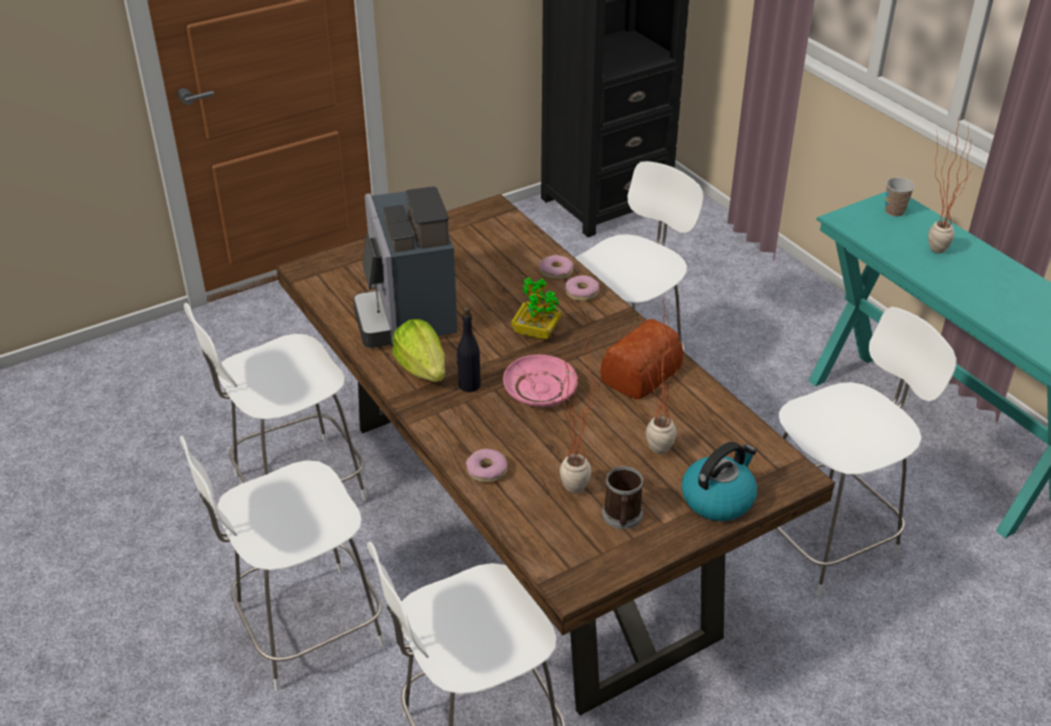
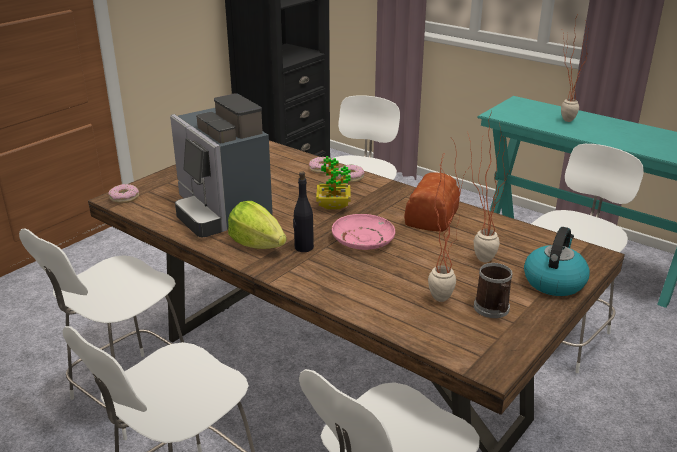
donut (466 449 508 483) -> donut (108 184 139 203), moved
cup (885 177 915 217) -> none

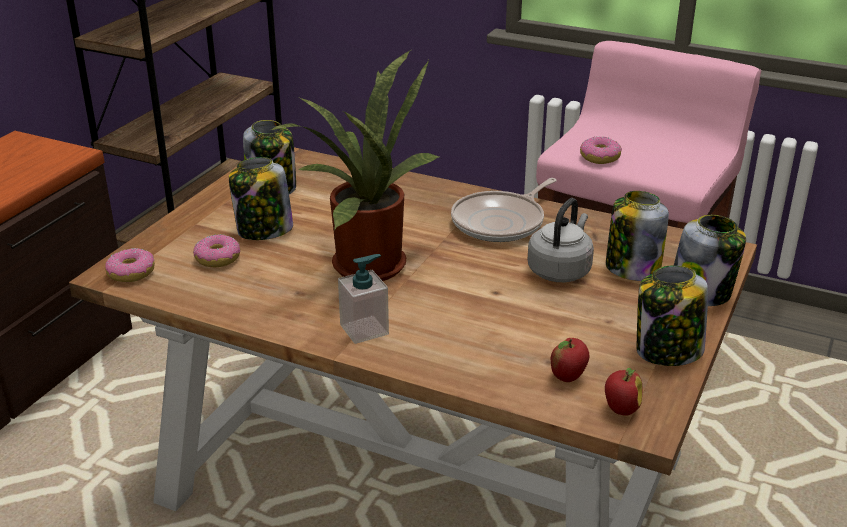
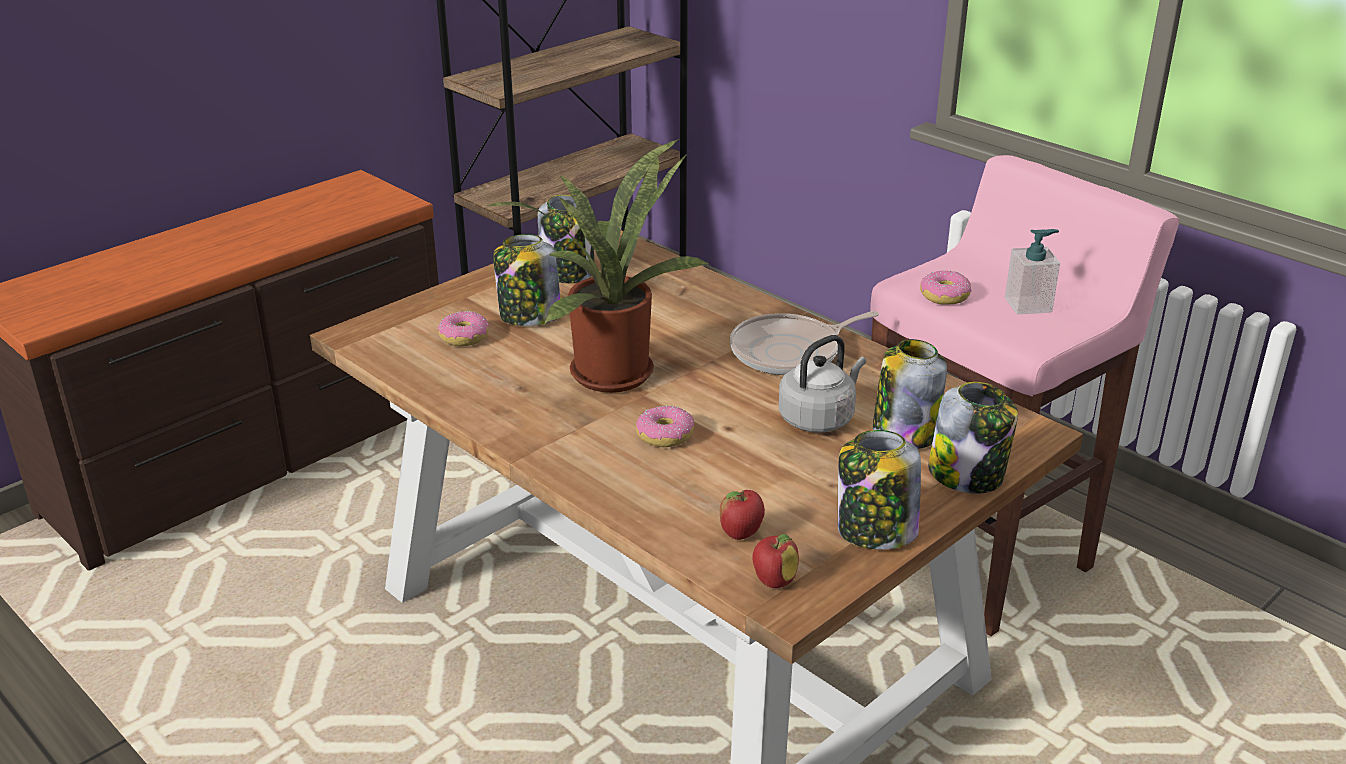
donut (105 248 155 282) -> donut (636 406 694 447), moved
soap dispenser (338 254 389 344) -> soap dispenser (1005 229 1060 314), moved

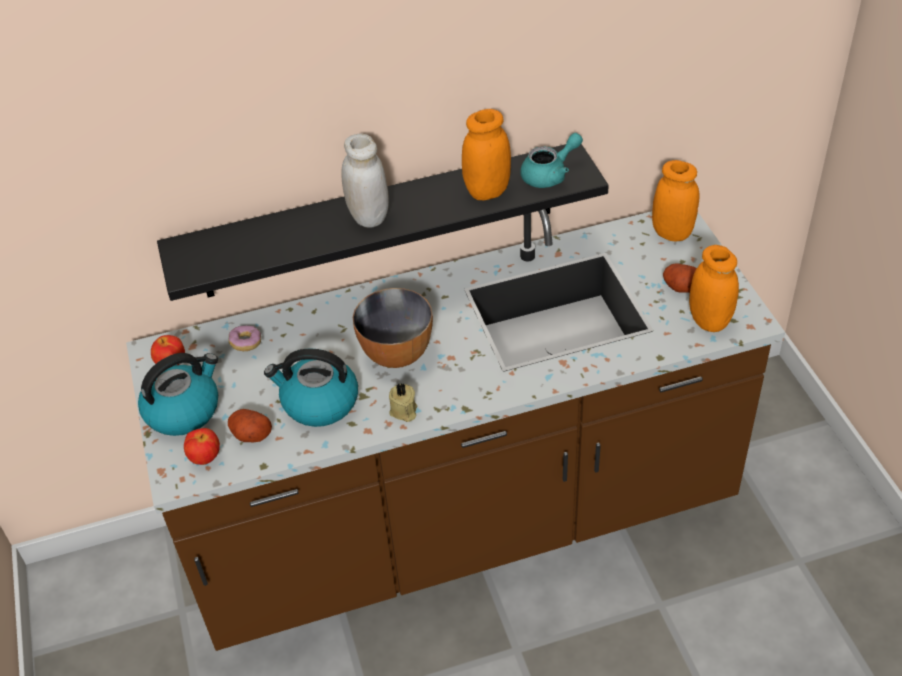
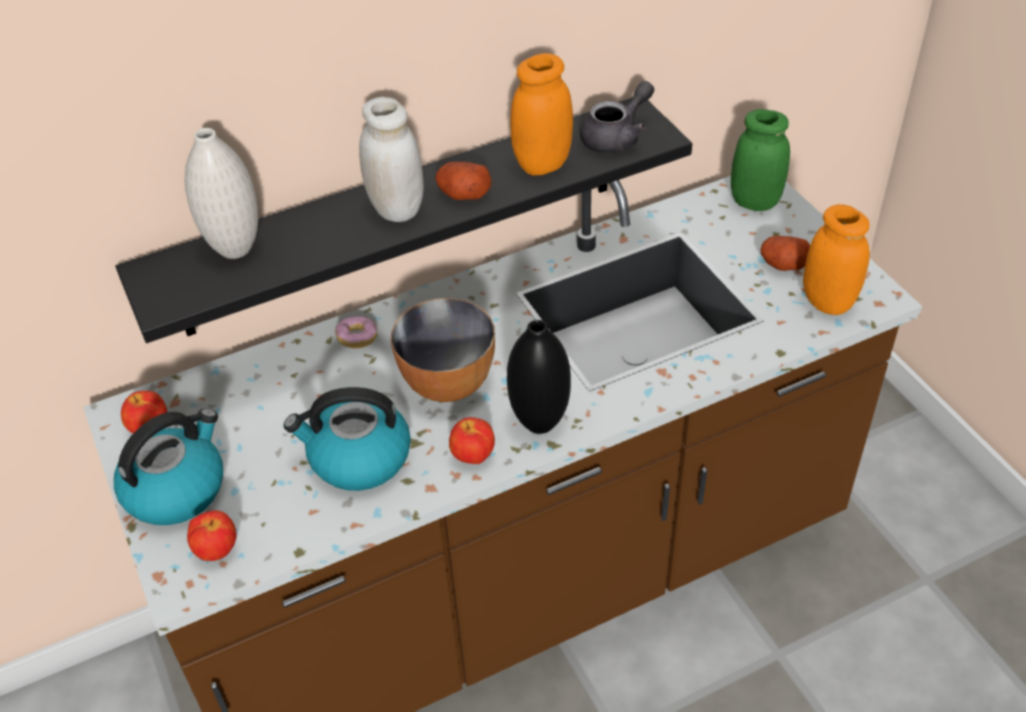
potato (228 409 272 443) -> potato (435 162 491 200), moved
donut (229 326 261 351) -> donut (335 316 377 349), moved
candle in beige (389 383 417 422) -> apple (449 417 495 464)
teapot in turquoise (520 133 583 188) -> teapot in grey (580 81 654 154)
jar in orange (652 160 700 242) -> jar in green (731 109 790 211)
none -> vase in white (185 128 258 259)
none -> vase in black (507 320 571 434)

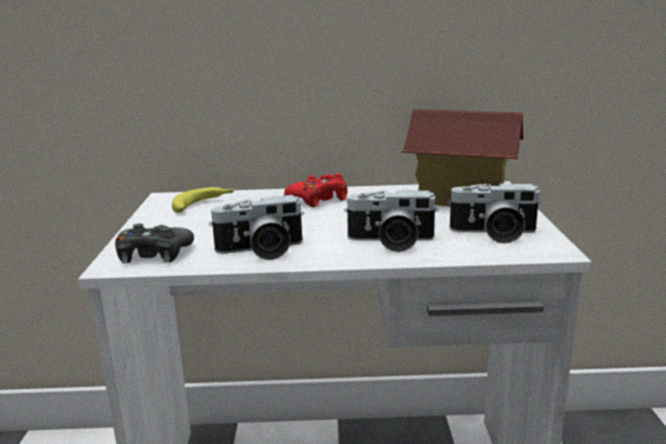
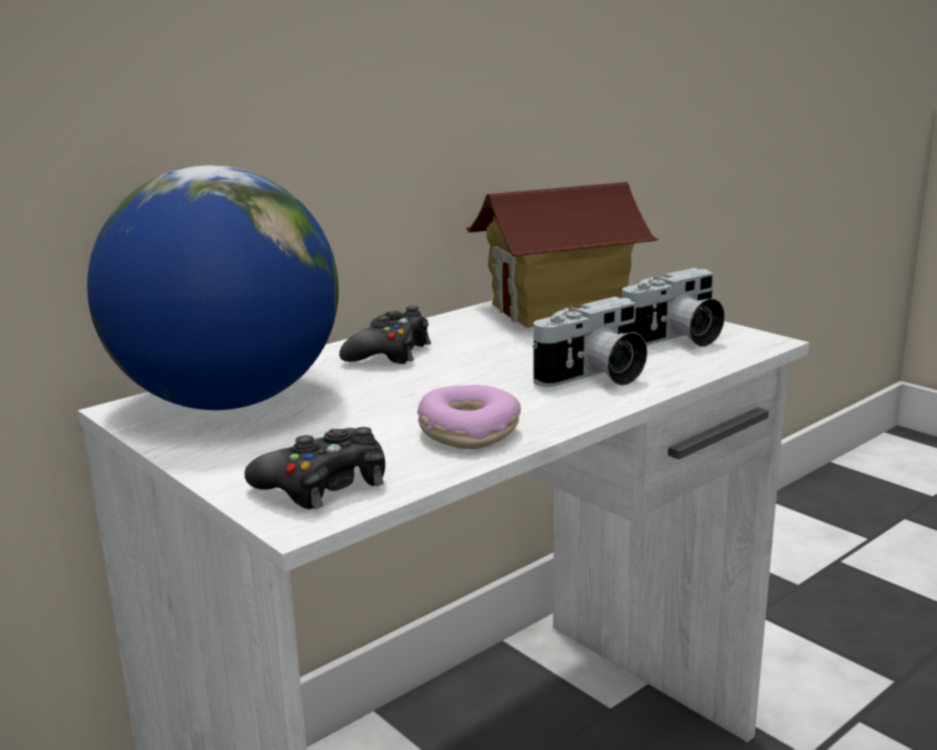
banana (172 187 235 213) -> globe (87 165 339 410)
photo camera (209 195 304 260) -> donut (417 385 521 449)
game controller in red (284 173 348 207) -> game controller in black (339 306 431 364)

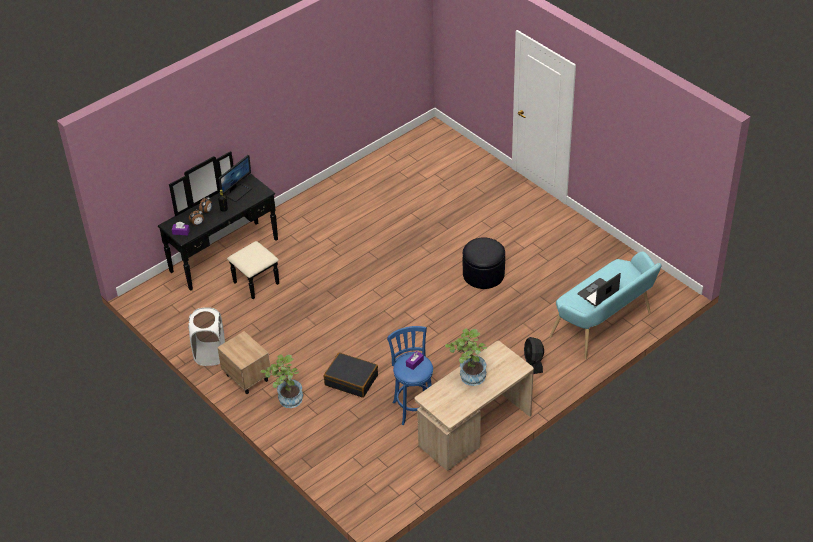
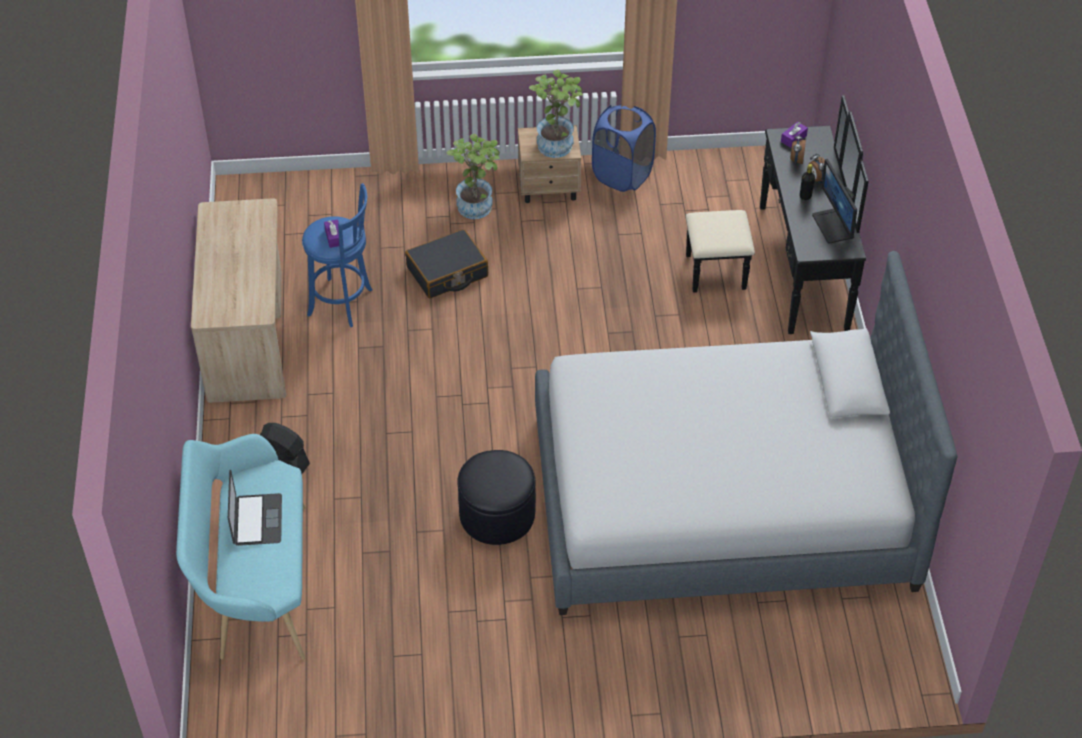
laundry basket in white (188 307 225 366) -> laundry basket in blue (592 105 656 192)
potted plant (445 328 487 386) -> potted plant (529 70 583 158), moved
none -> bed (535 251 957 615)

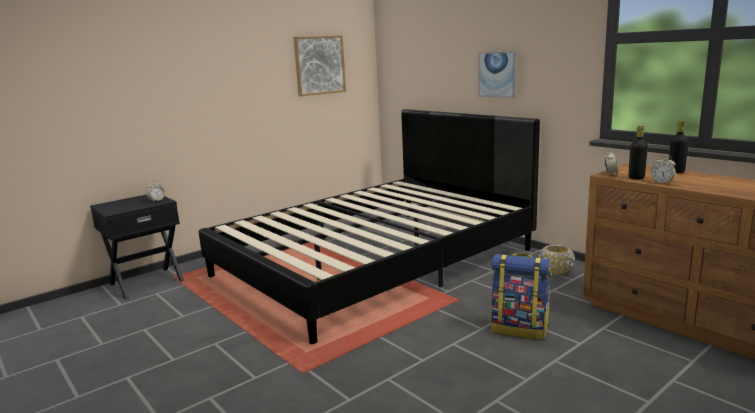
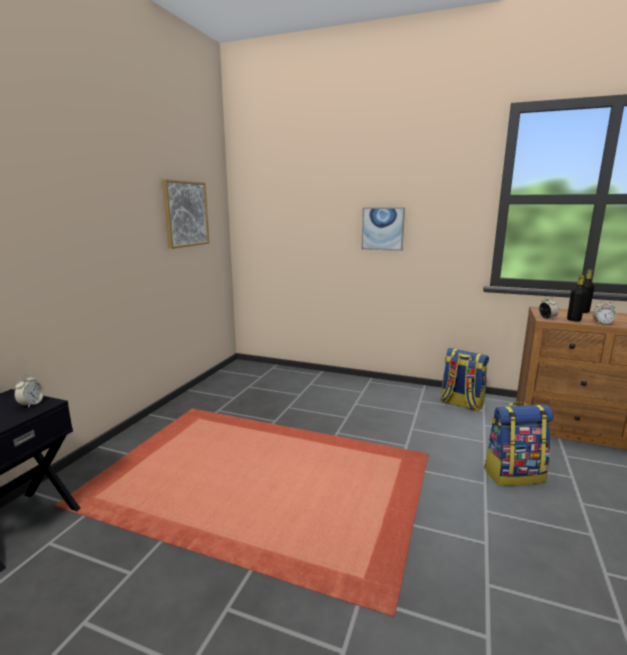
bed in black (199 109 540 344) -> none
planter in yellow (538 245 575 274) -> backpack (440 348 489 411)

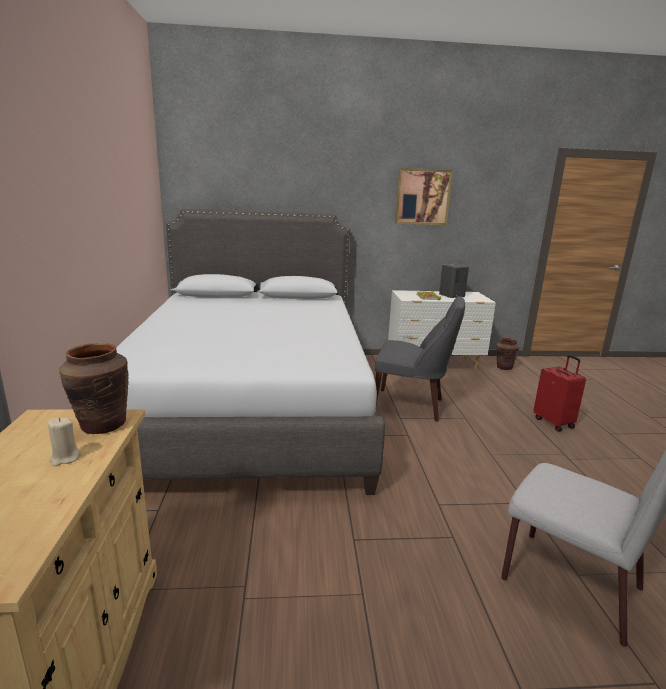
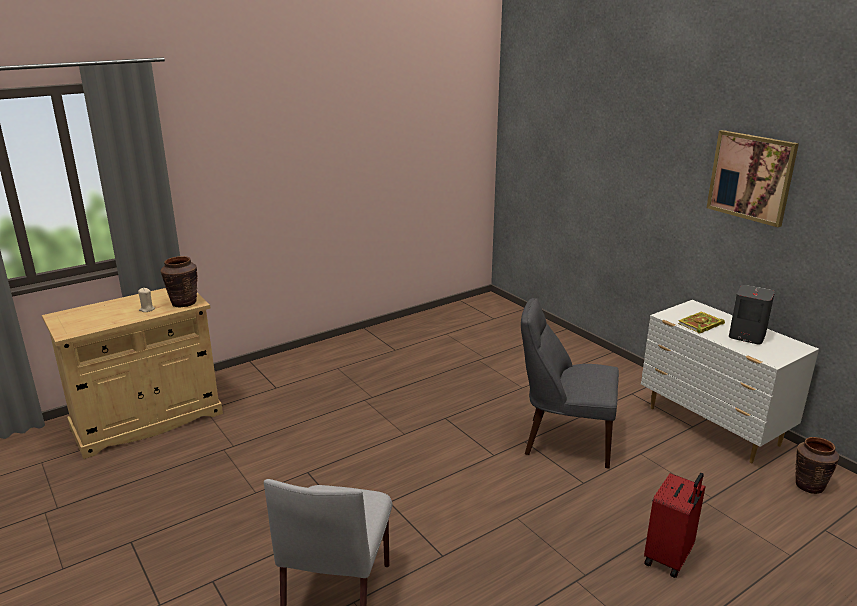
bed in grey (116 209 385 495) -> none
chair in grey (375 296 465 421) -> chair in grey (521 298 619 469), 120 degrees clockwise

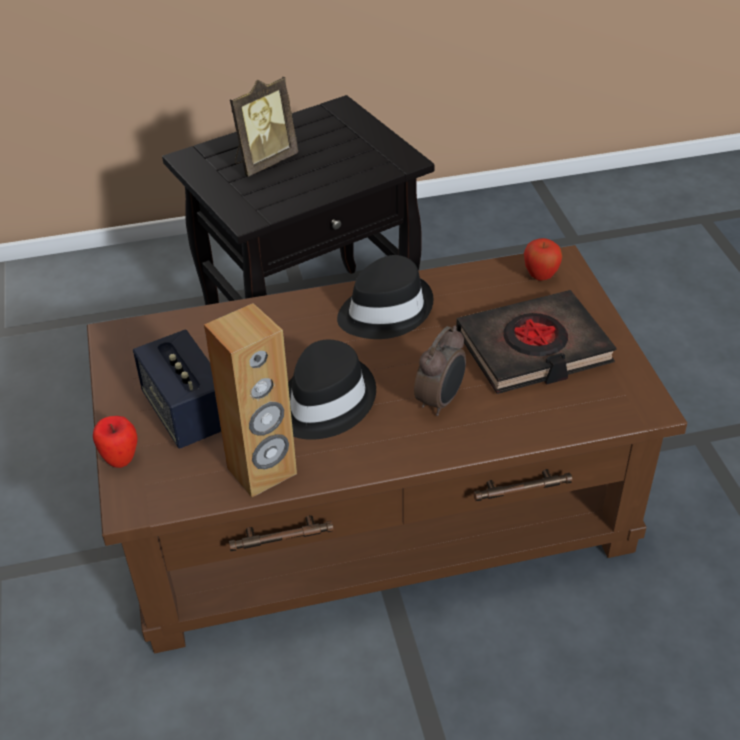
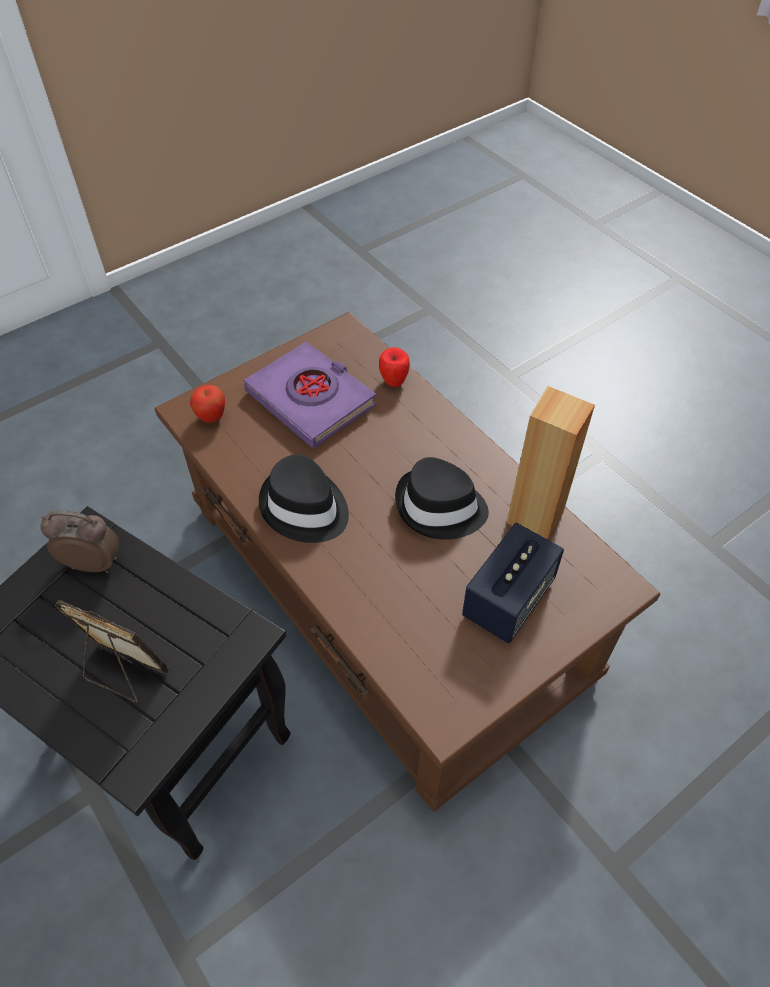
apple (93 416 138 468) -> apple (379 347 410 387), moved
alarm clock (414 326 466 416) -> alarm clock (40 511 119 573), moved
book in black (456 290 617 394) -> book in purple (244 342 376 448)

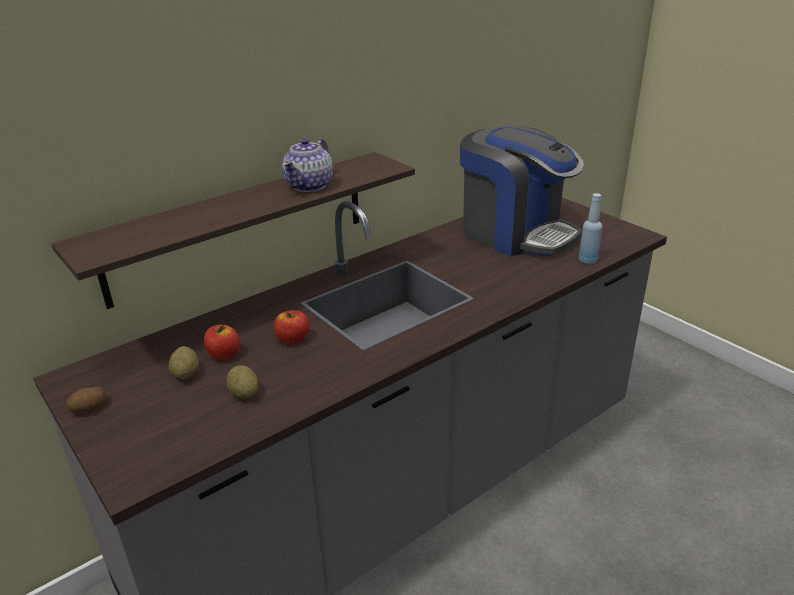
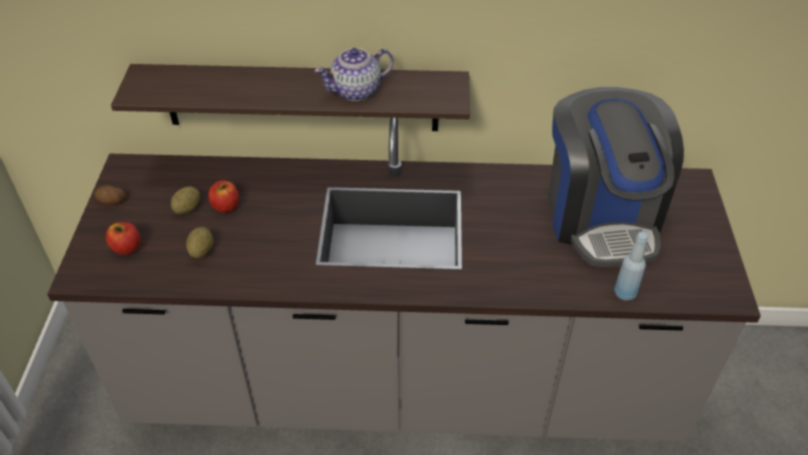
apple (274 310 309 344) -> apple (106 222 141 255), moved

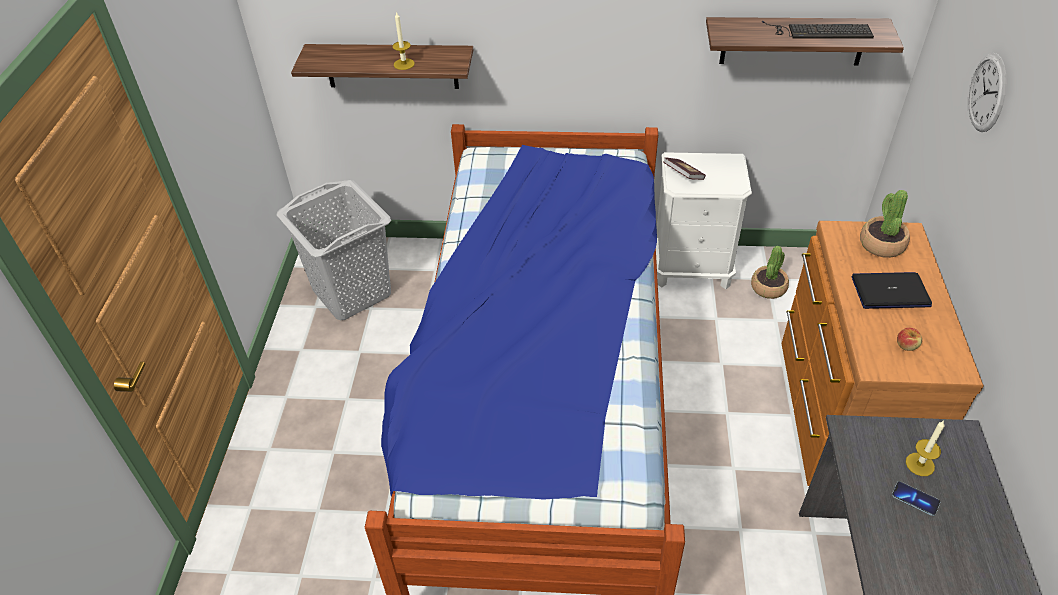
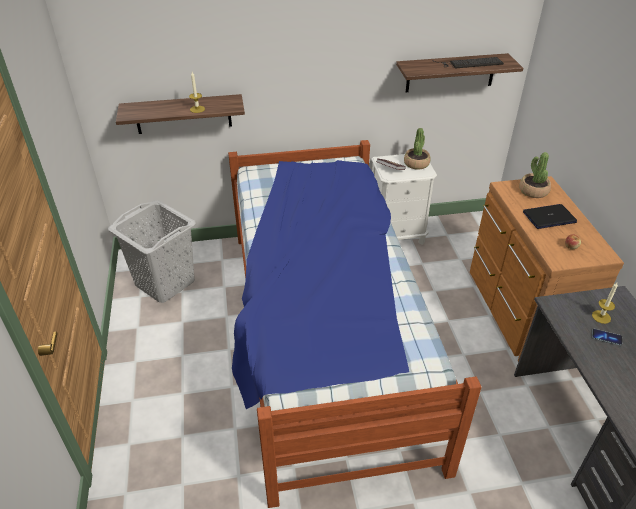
potted plant (751 246 789 299) -> potted plant (404 128 431 170), moved
wall clock (969 53 1007 132) -> none

